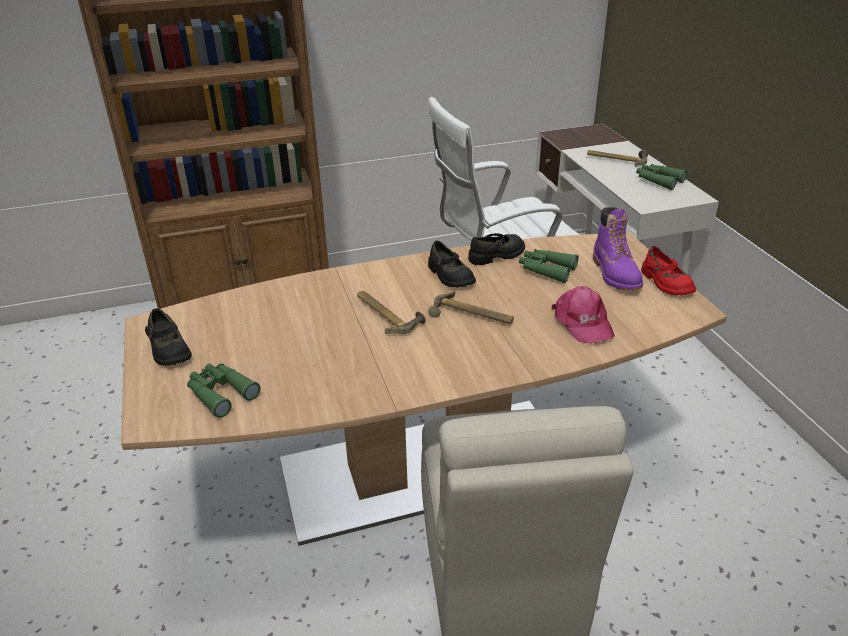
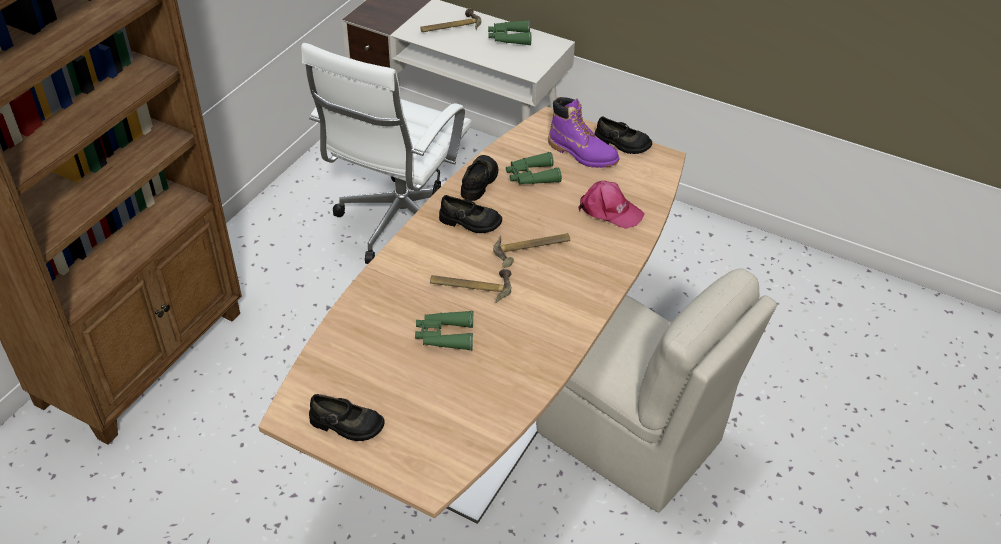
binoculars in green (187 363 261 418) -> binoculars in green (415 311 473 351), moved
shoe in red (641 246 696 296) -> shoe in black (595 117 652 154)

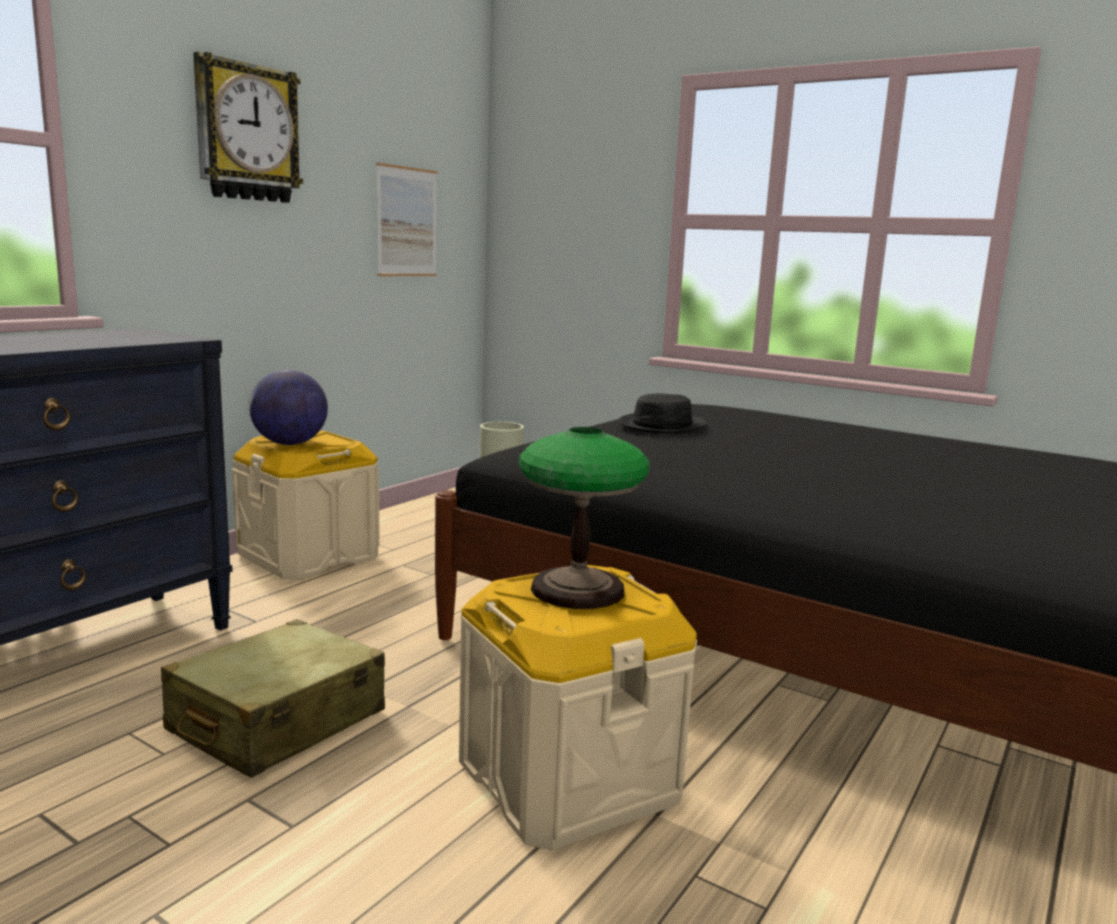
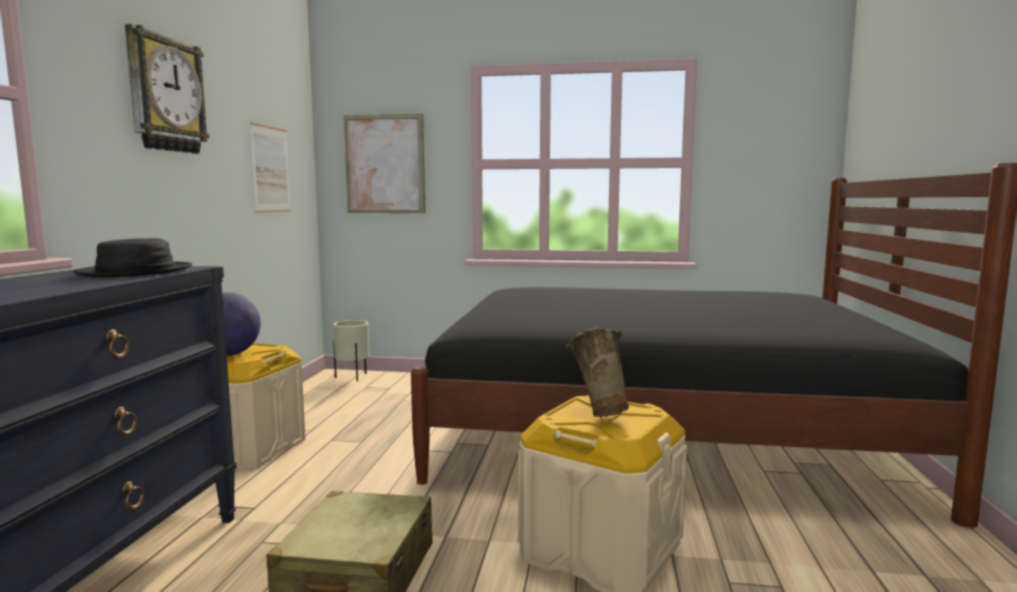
table lamp (519 427 650 609) -> vase in beige (566 328 629 417)
hat in black (618 393 707 433) -> hat in black (73 238 192 277), moved
none -> picture (344 114 425 213)

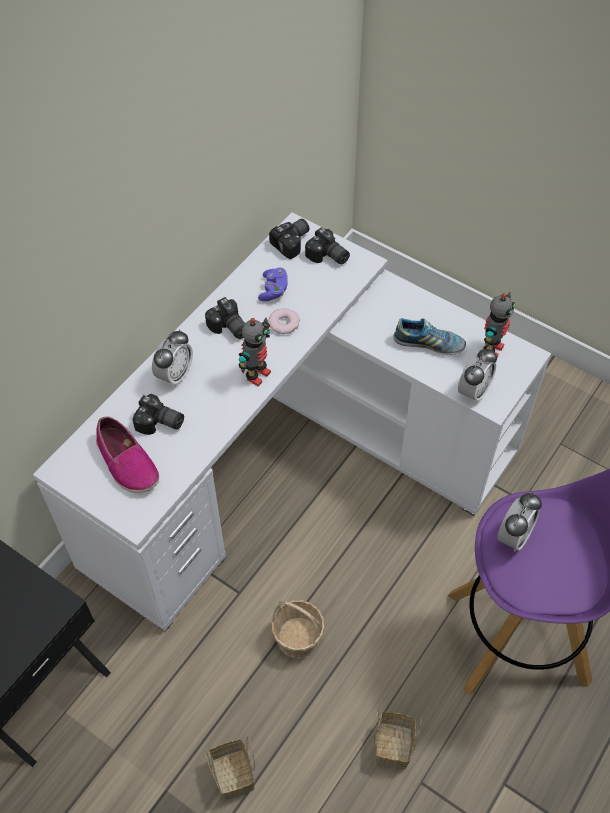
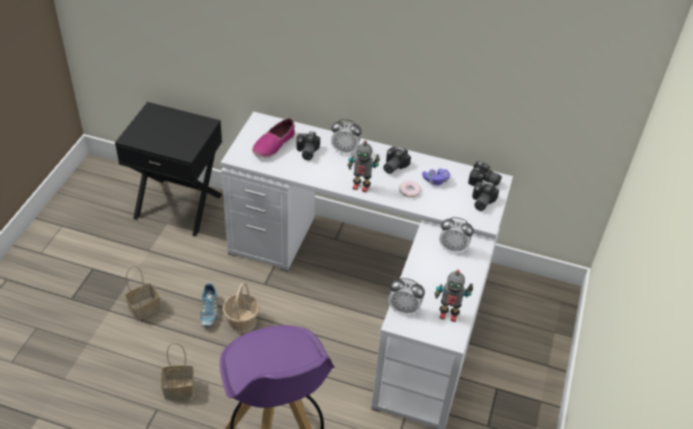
shoe (394 318 466 355) -> shoe (200 283 218 327), moved
alarm clock (497 493 542 551) -> alarm clock (439 217 474 254), moved

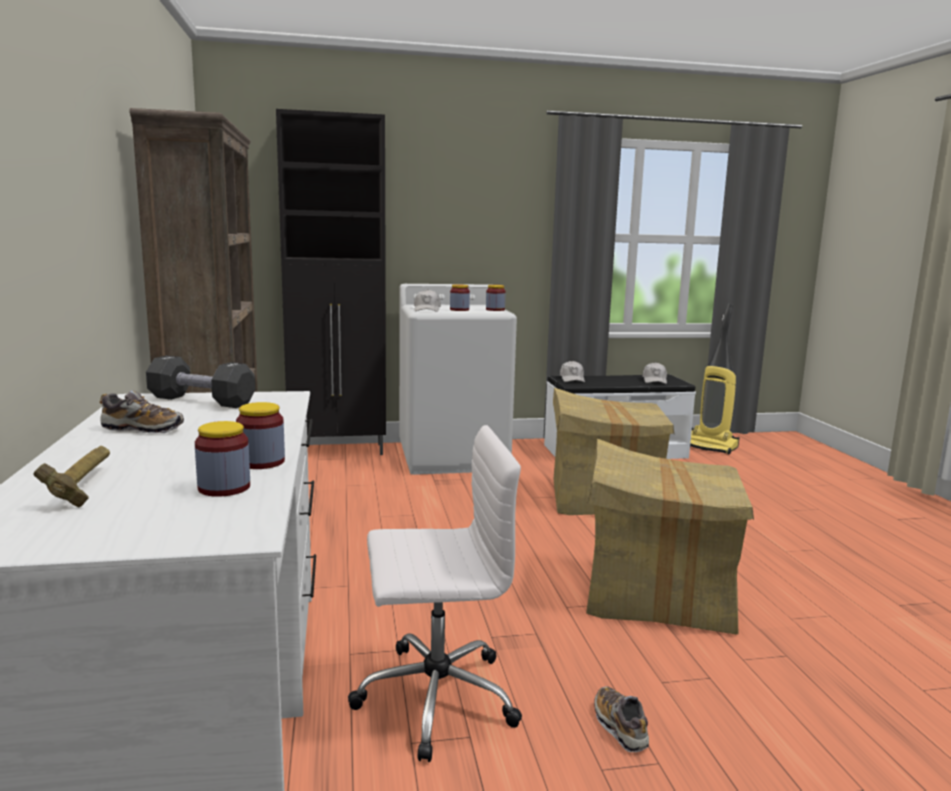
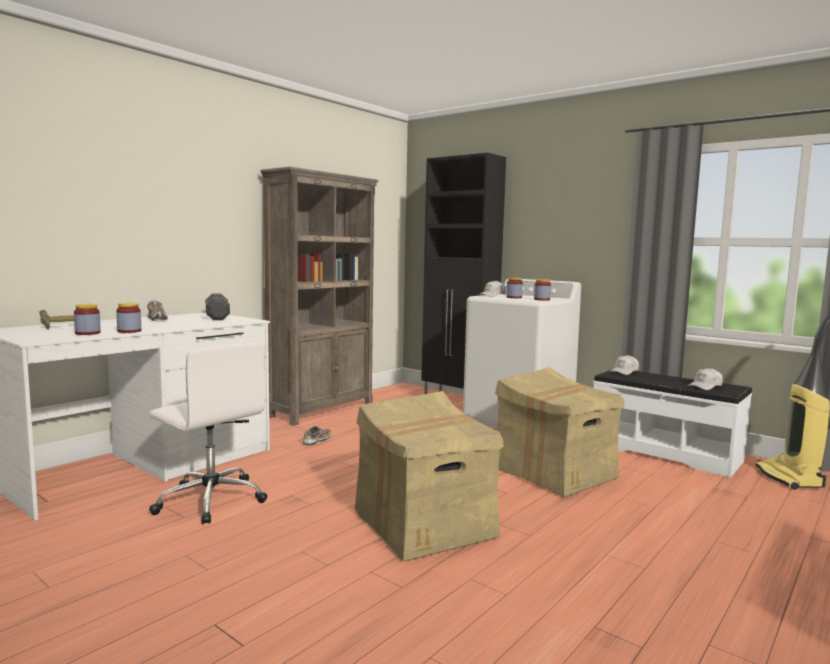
shoe (594 687 649 752) -> shoe (303 426 331 446), moved

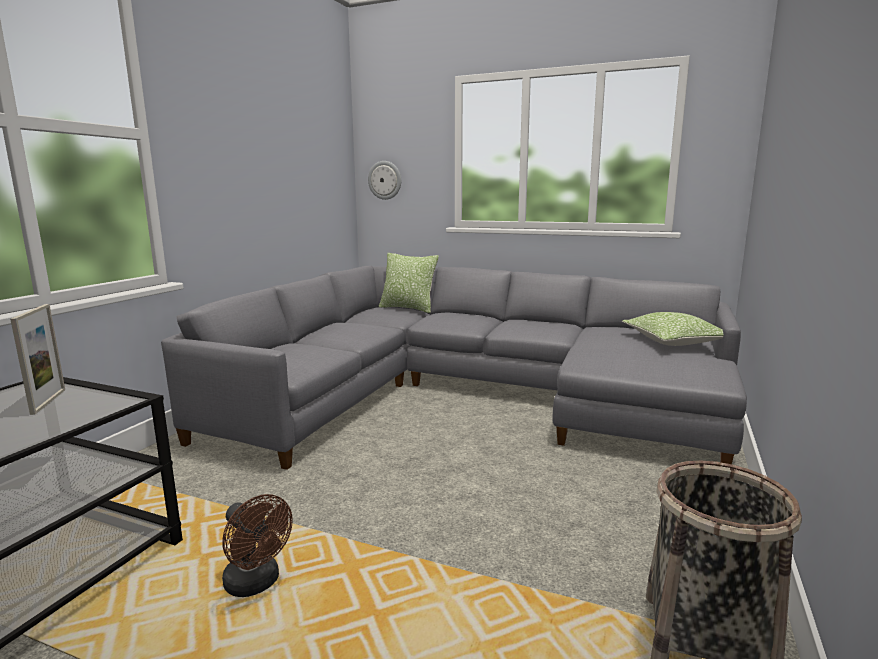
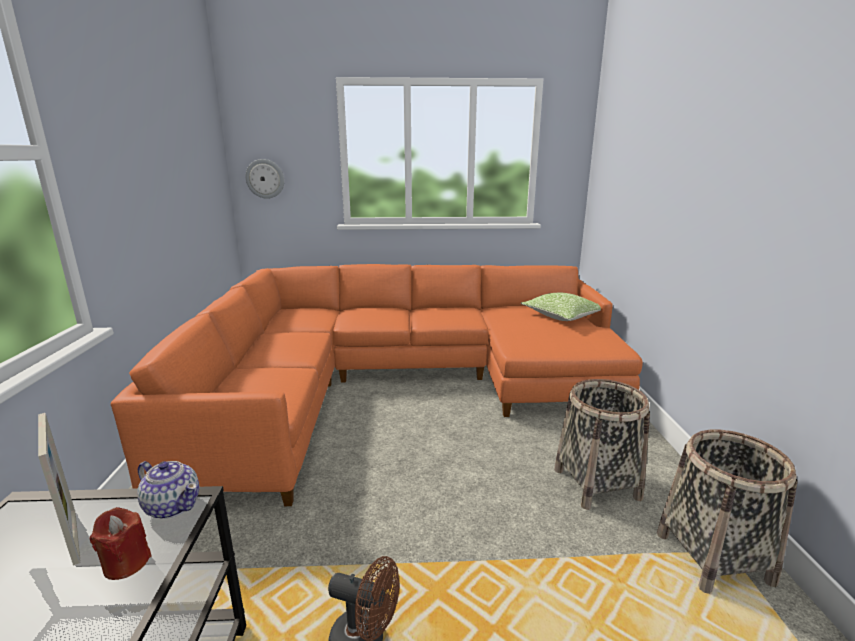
sofa in grey (161 266 747 470) -> sofa in orange (110 264 643 506)
pillow (379 253 439 313) -> none
none -> candle in red (90 507 151 580)
none -> teapot (137 461 199 519)
none -> basket (554 379 650 510)

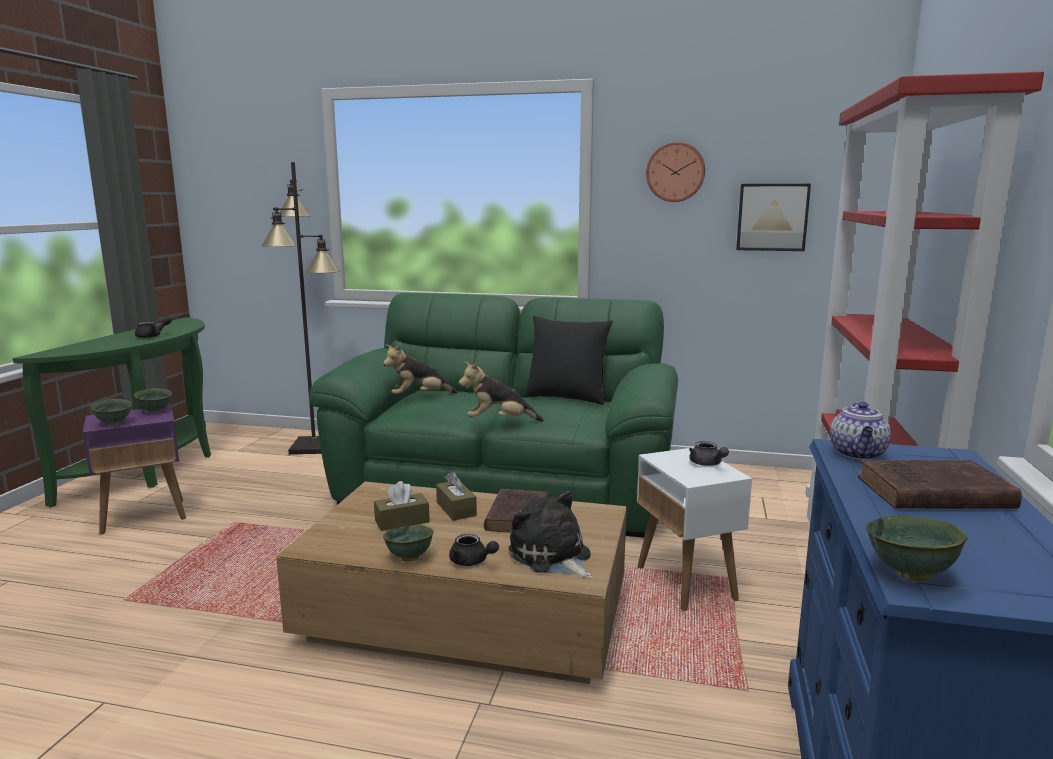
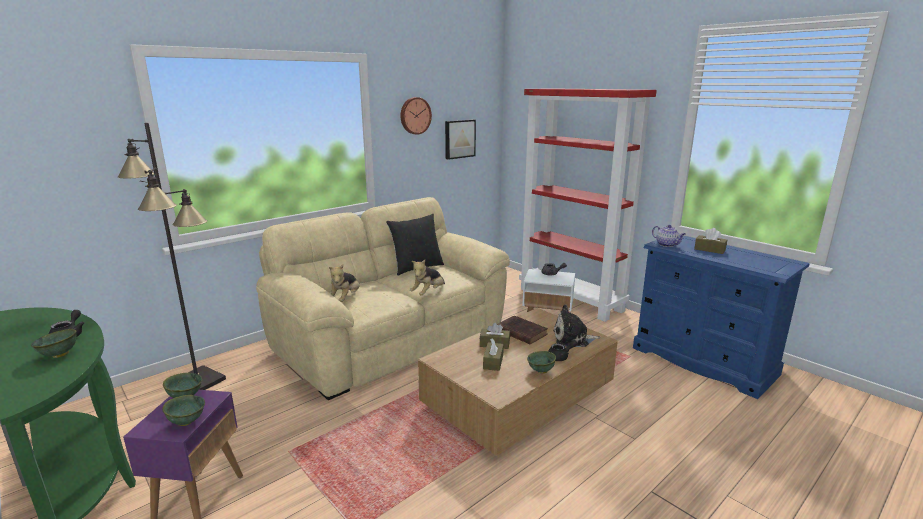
sofa in green (309 293 678 538) -> sofa in beige (256 197 510 400)
book in brown (858 460 1022 509) -> tissue box in brown (694 228 727 254)
bowl in green (866 516 967 581) -> bowl in green (31 329 77 358), moved

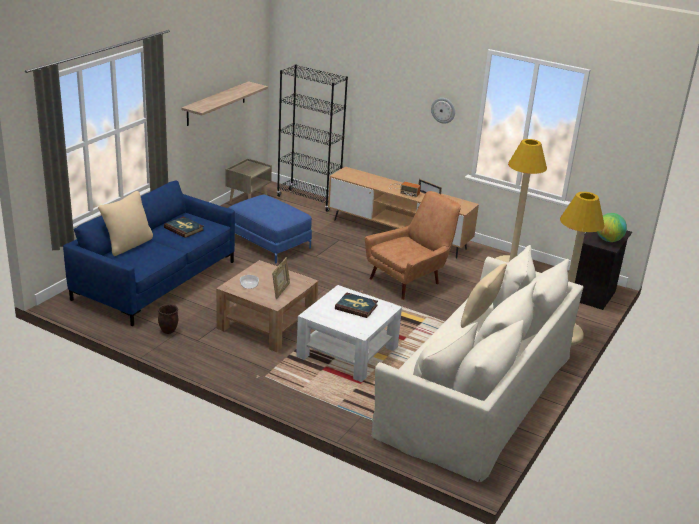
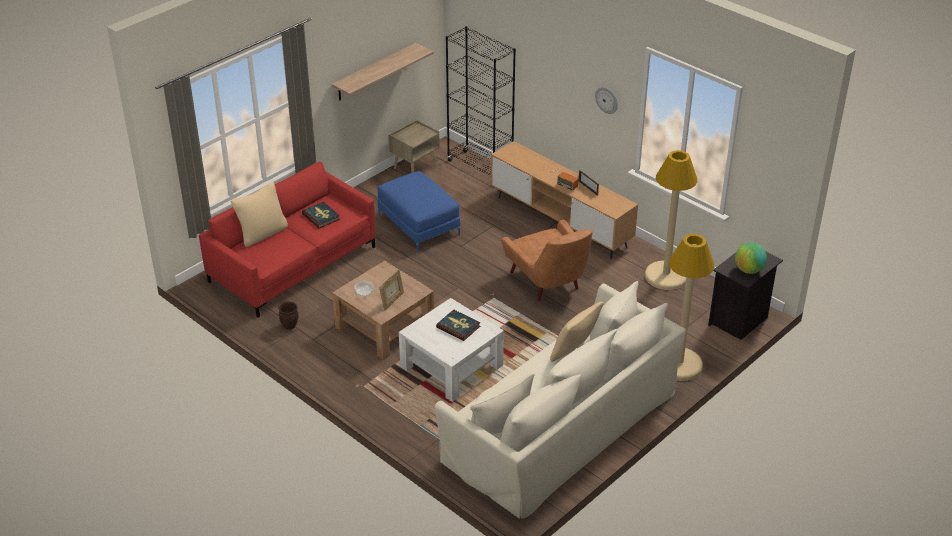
sofa in blue (63 181 235 326) -> sofa in red (199 162 376 317)
armchair in brown (365 191 461 300) -> armchair in brown (501 220 593 302), 90 degrees clockwise

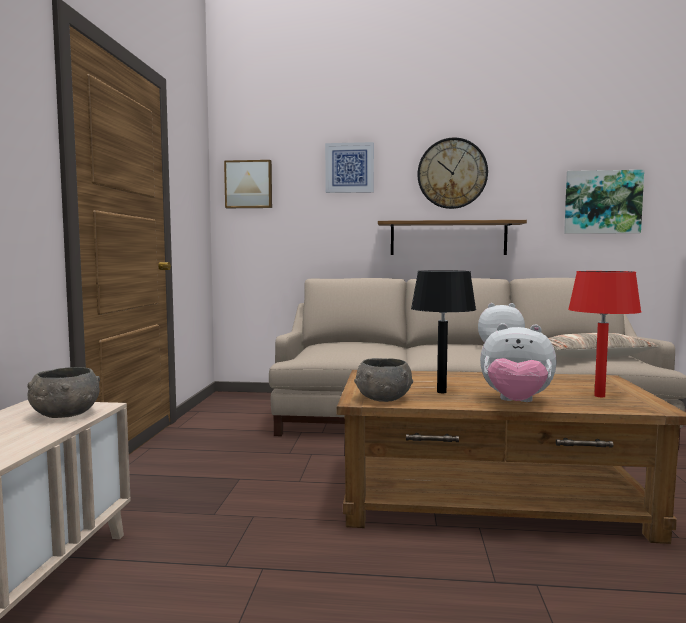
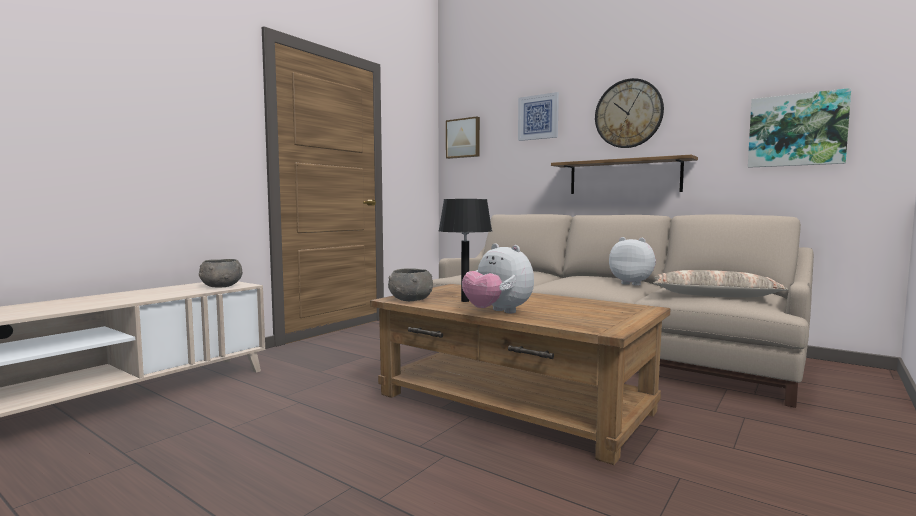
table lamp in red (568 271 642 397) -> none

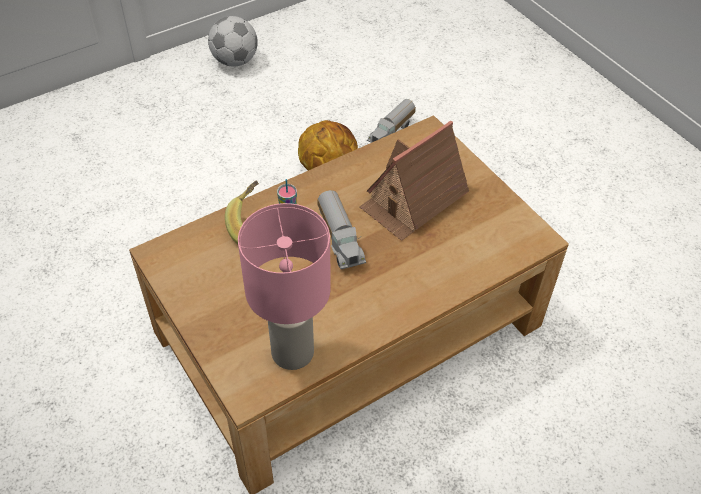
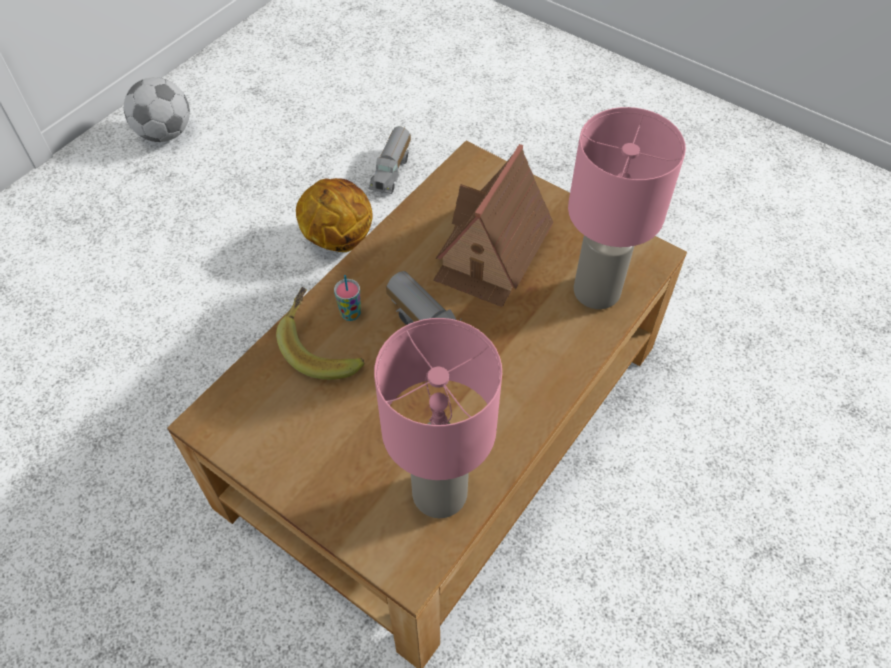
none -> table lamp in pink (568 107 686 309)

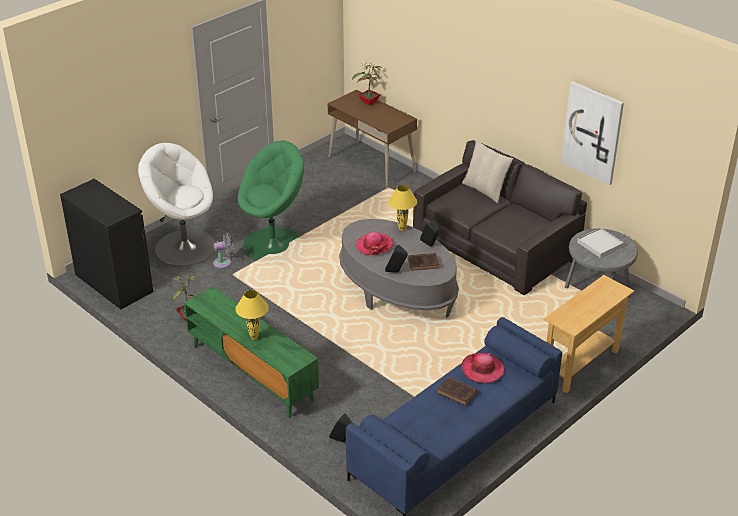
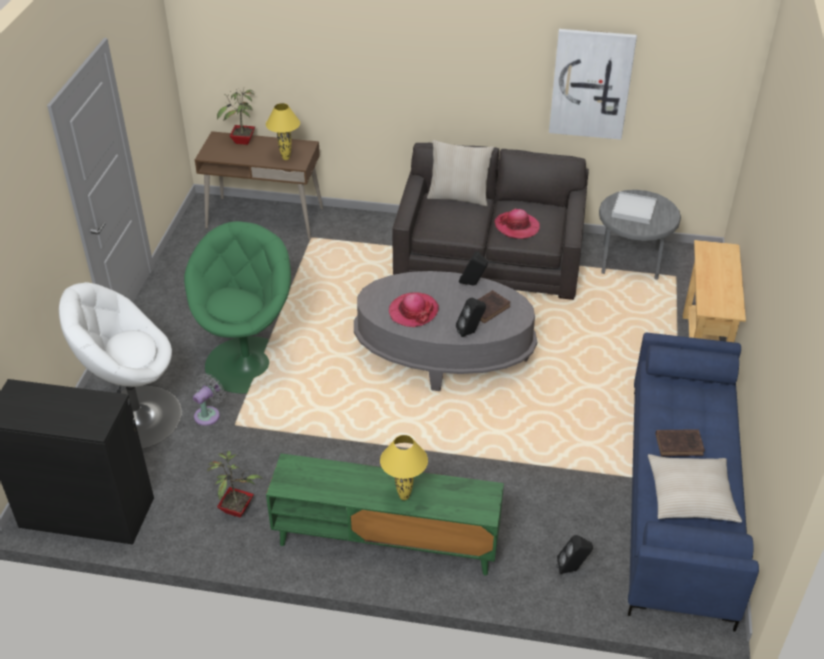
table lamp in yellow (388 185 417 231) -> table lamp in yellow (266 103 300 160), moved
hat (461 353 504 383) -> hat (494 208 540 239), moved
none -> pillow in beige (648 454 742 523)

